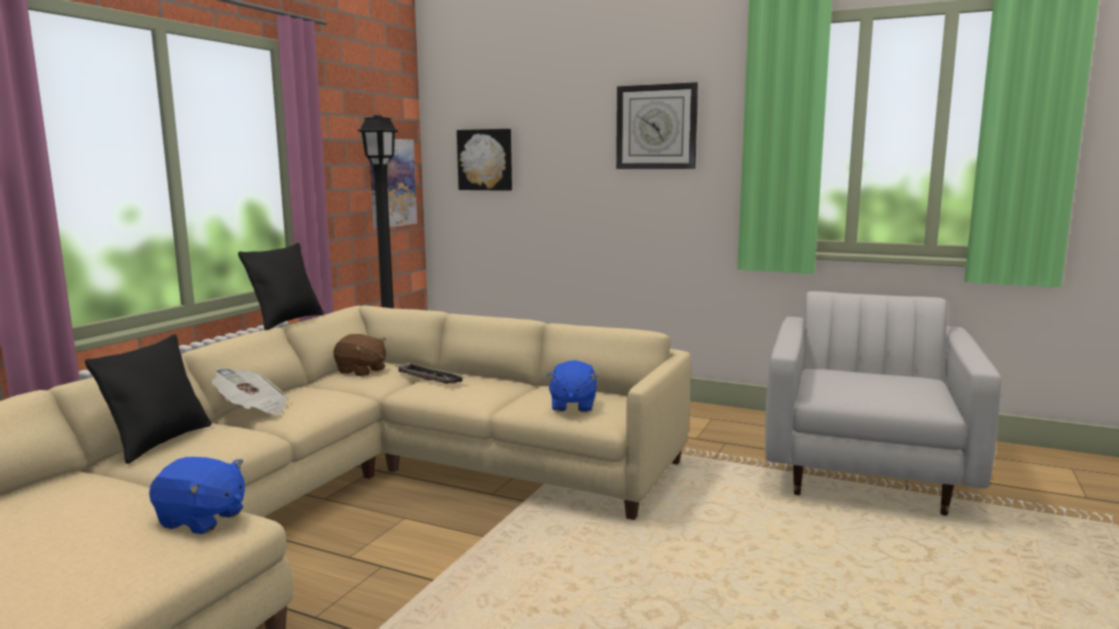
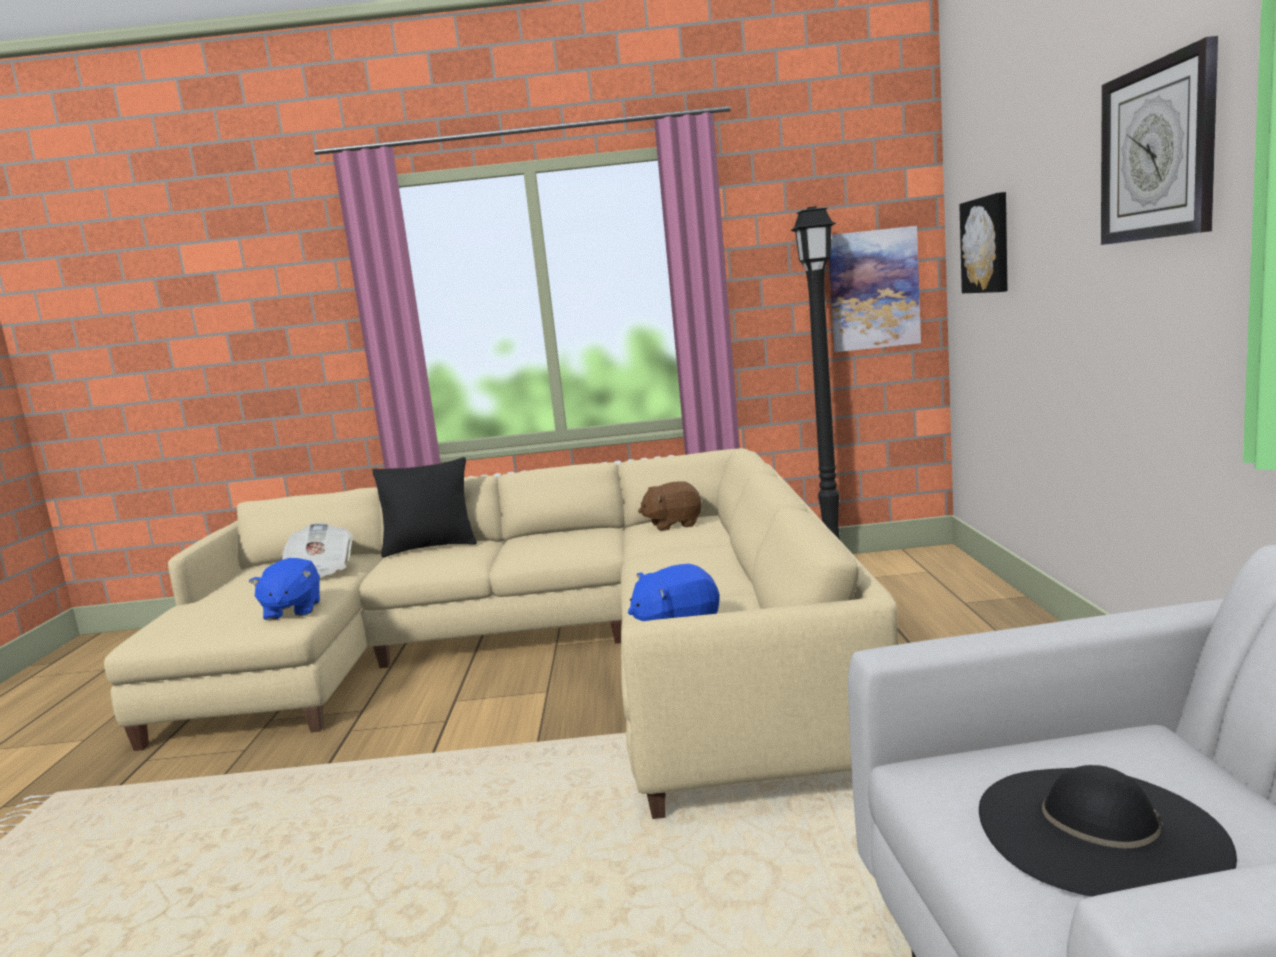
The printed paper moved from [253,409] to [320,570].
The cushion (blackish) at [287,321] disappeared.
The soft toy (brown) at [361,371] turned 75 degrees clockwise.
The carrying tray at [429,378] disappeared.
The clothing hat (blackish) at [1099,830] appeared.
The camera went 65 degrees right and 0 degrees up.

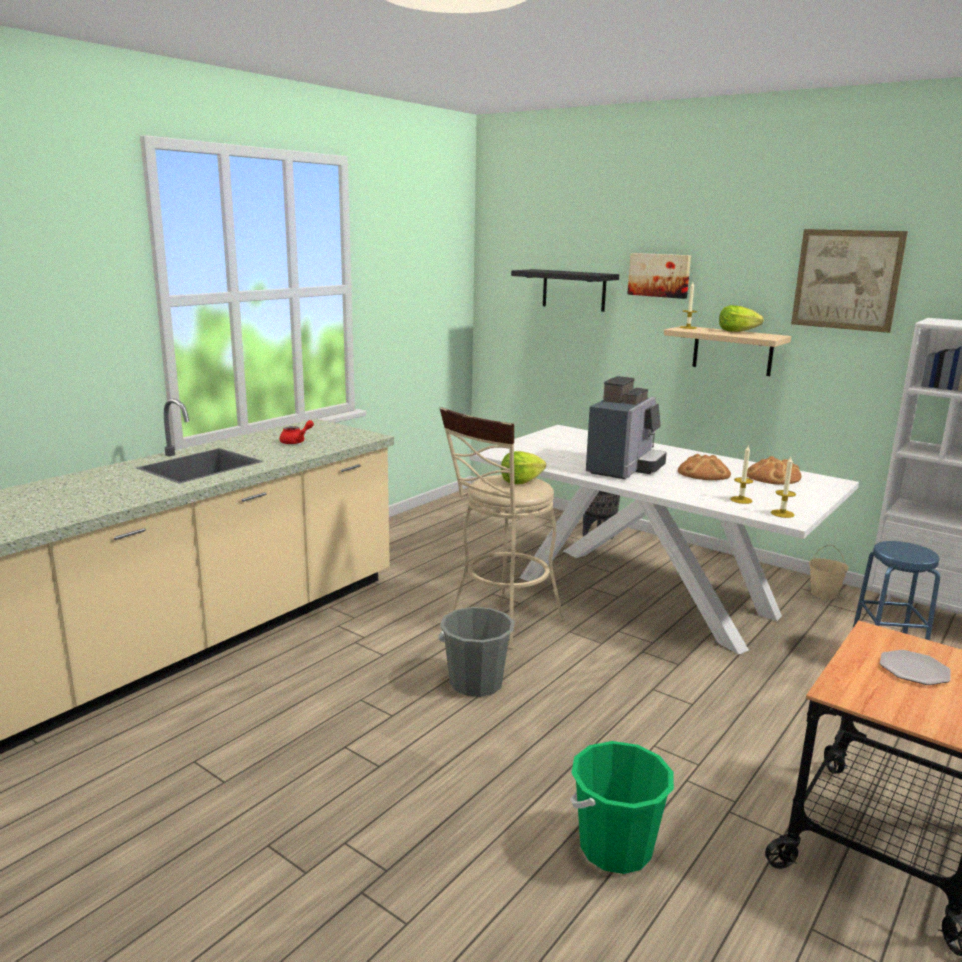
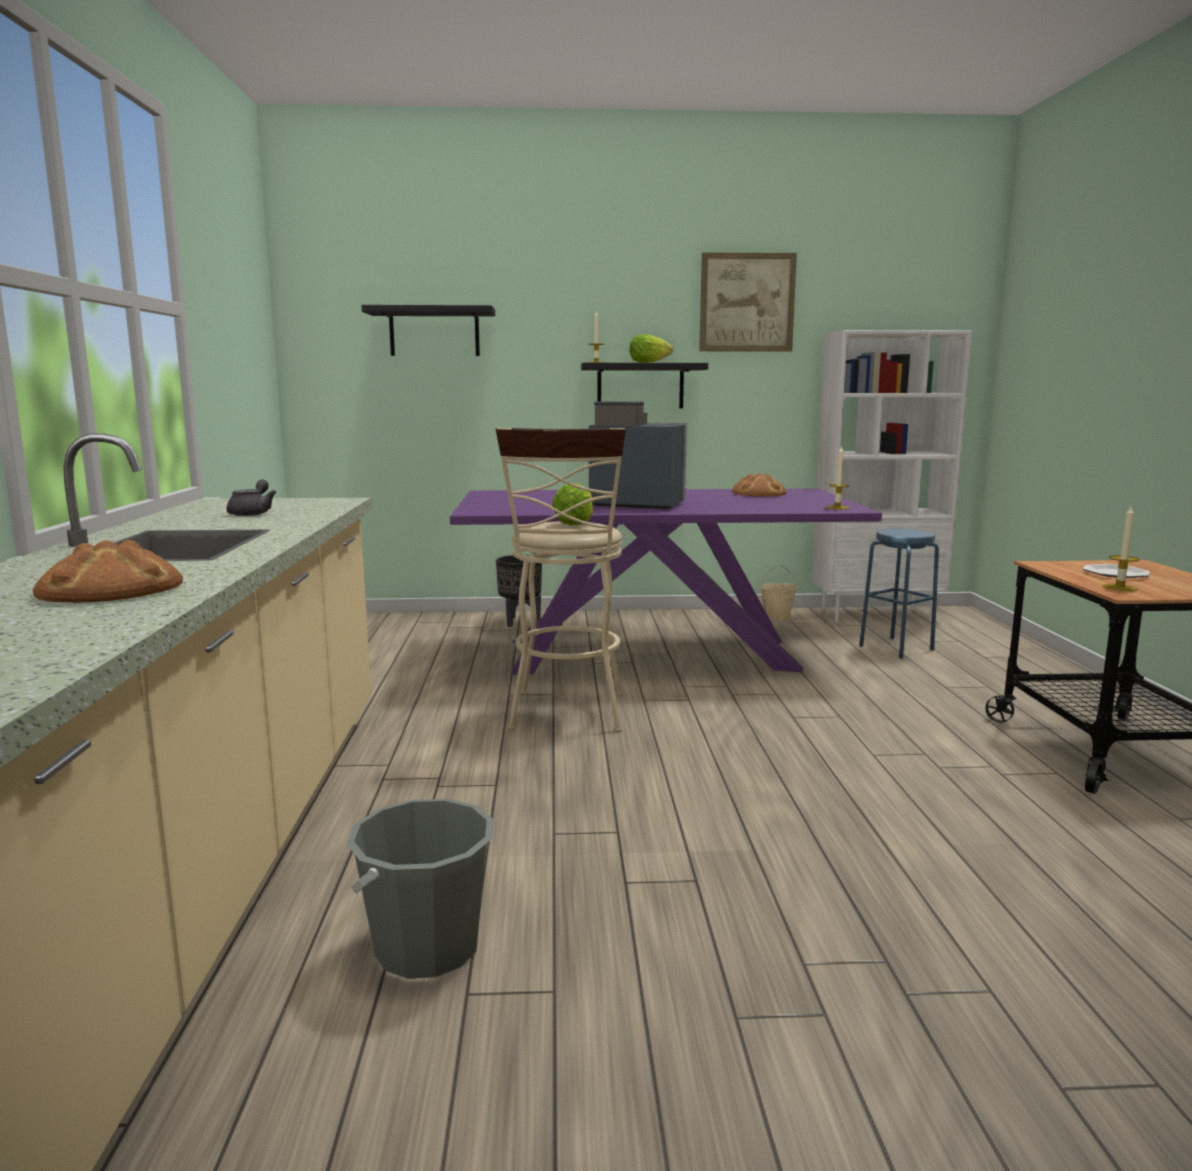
The pot for tea (reddish) at [296,441] became the pot for tea (gray) at [253,513].
The pail (gray) moved from [476,683] to [427,948].
The dinner table (whitish) at [645,595] became the dinner table (purplish) at [653,655].
The pail (green-coloured) at [615,848] disappeared.
The coffee maker at [624,468] turned 60 degrees counterclockwise.
The wall art at [659,275] disappeared.
The wall shelf (beige) at [732,351] became the wall shelf (blackish) at [640,386].
The bakery bread moved from [703,473] to [110,589].
The wax light moved from [741,500] to [1120,587].
The camera went 40 degrees left and 5 degrees down.

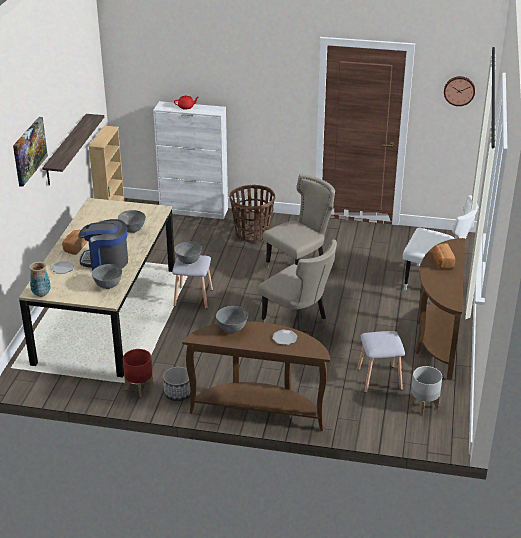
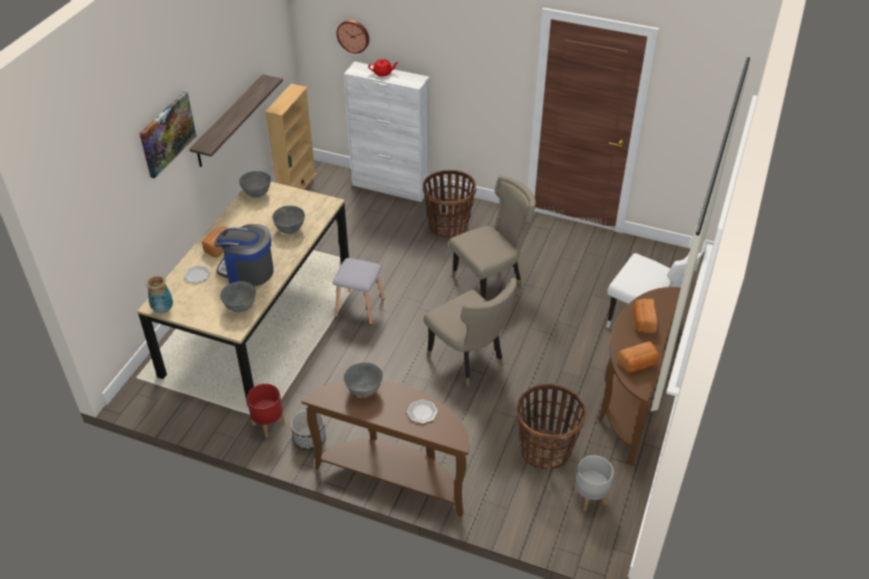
The bowl (gray) moved from [188,261] to [257,194].
The stool (gray) at [378,378] was replaced by the household basket at [545,450].
The hanging clock moved from [459,90] to [353,35].
The bakery bread at [638,364] appeared.
The camera went 10 degrees right and 10 degrees up.

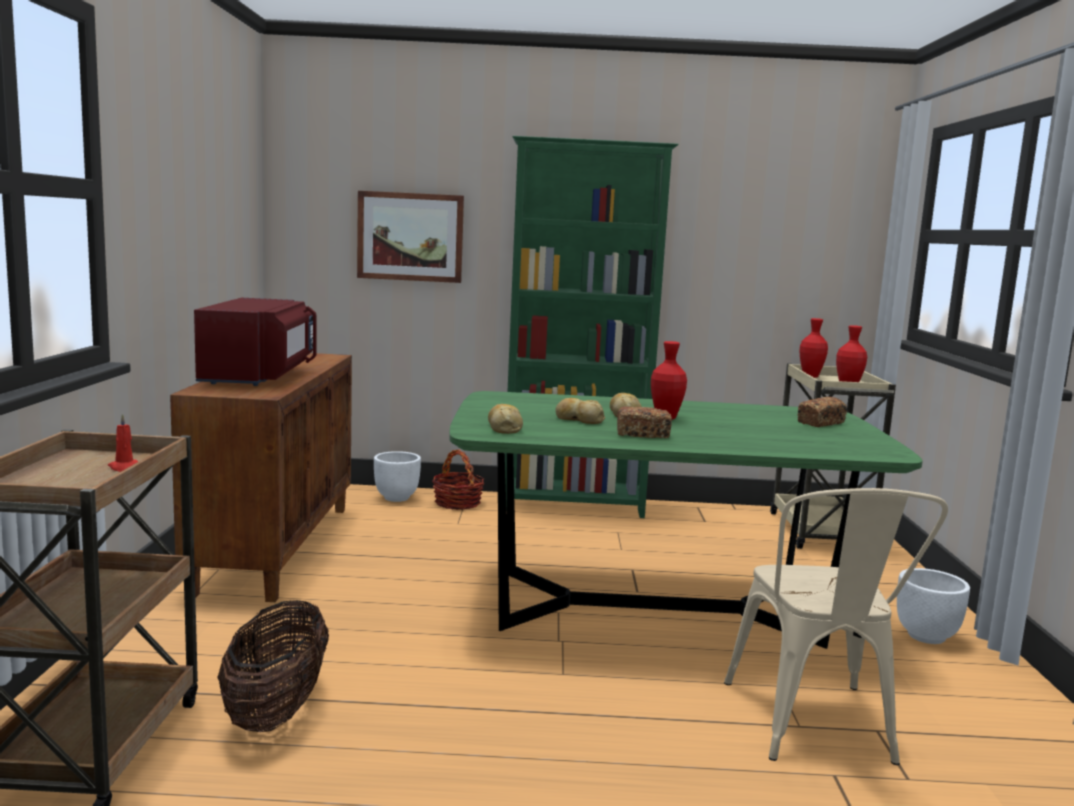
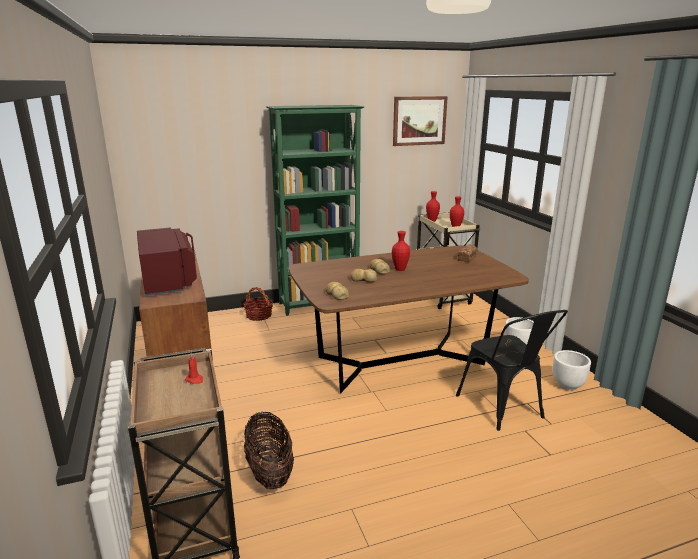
The wall art moved from [410,237] to [419,121].
The flower pot (whitish) moved from [396,498] to [567,385].
The dinner table (green-coloured) at [655,609] became the dinner table (brown) at [401,361].
The bakery bread at [643,434] disappeared.
The plain chair (beige) at [815,728] became the plain chair (blackish) at [504,409].
The camera went 20 degrees left and 10 degrees up.

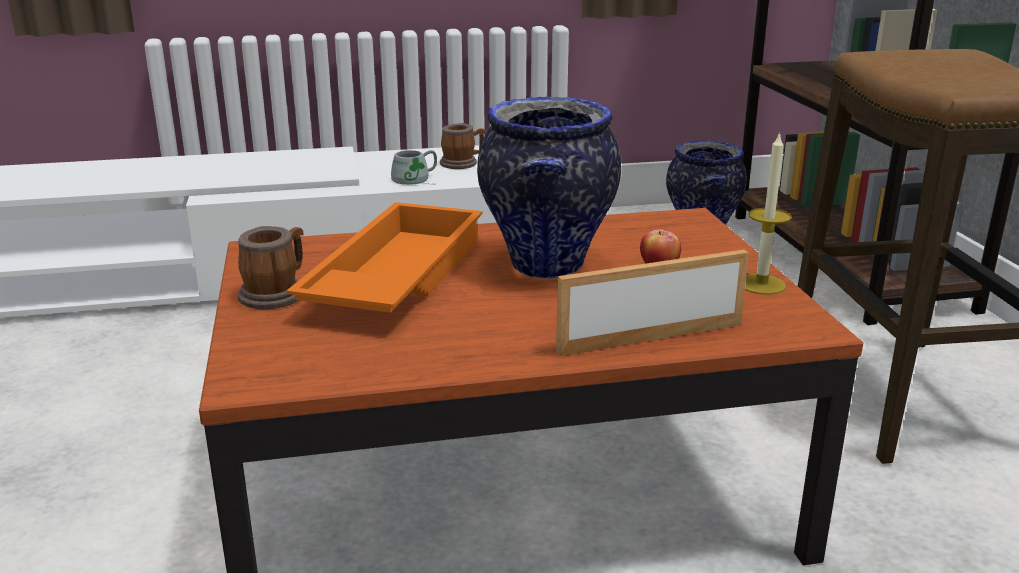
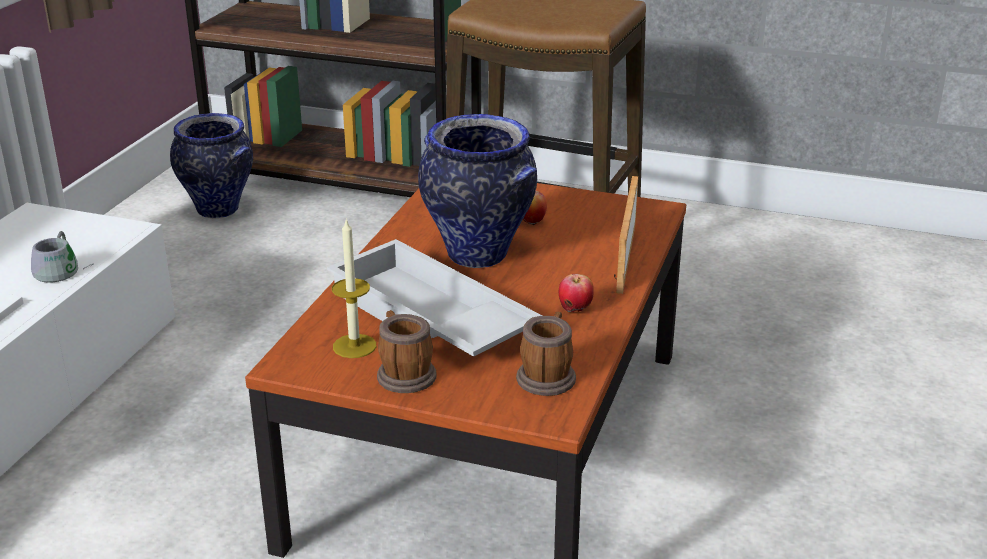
The carrying tray (orange-coloured) at [393,277] became the carrying tray (whitish) at [427,317].
The coffee mug moved from [462,163] to [547,375].
The wax light moved from [761,284] to [354,346].
The whole apple at [575,310] appeared.
The camera went 60 degrees left and 5 degrees up.

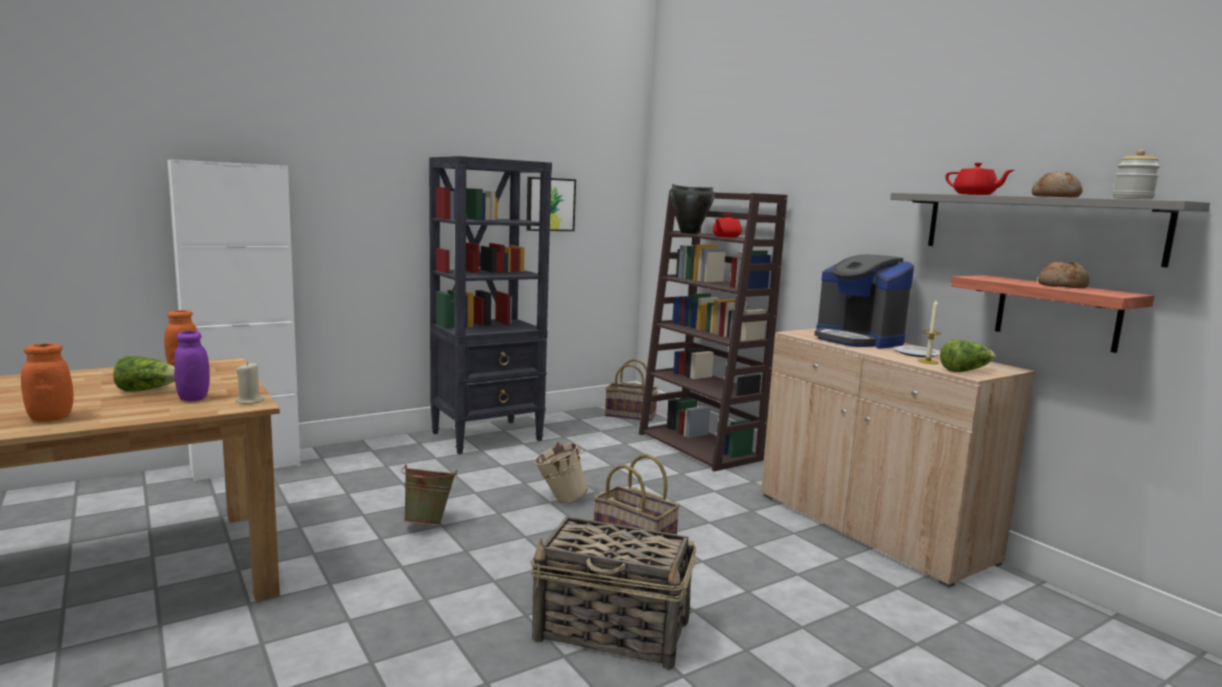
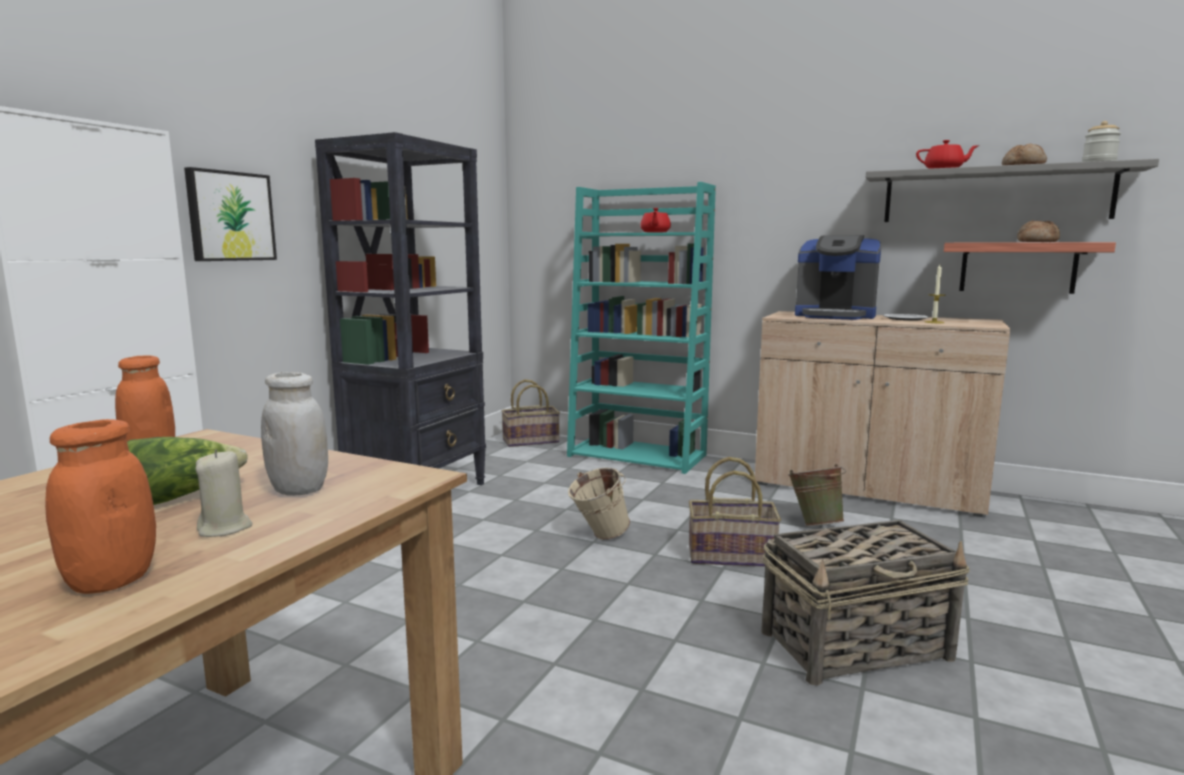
The preserve jar (purplish) at [193,398] became the preserve jar (whitish) at [299,489].
The wax light (beige) moved from [250,401] to [225,528].
The pail (green-coloured) moved from [428,523] to [815,524].
The wall art moved from [550,204] to [230,216].
The bookshelf (brown) at [700,446] became the bookshelf (blue-green) at [638,455].
The stockpot (blackish) at [689,233] disappeared.
The lettuce at [965,371] disappeared.
The camera went 30 degrees left and 0 degrees up.

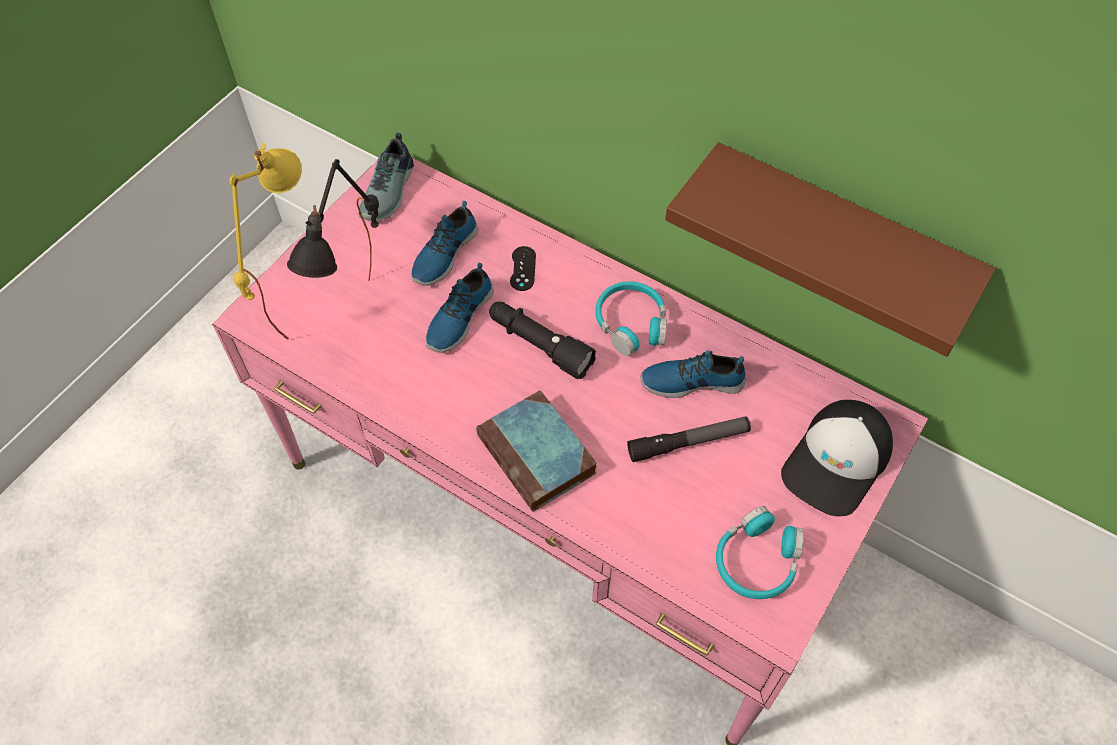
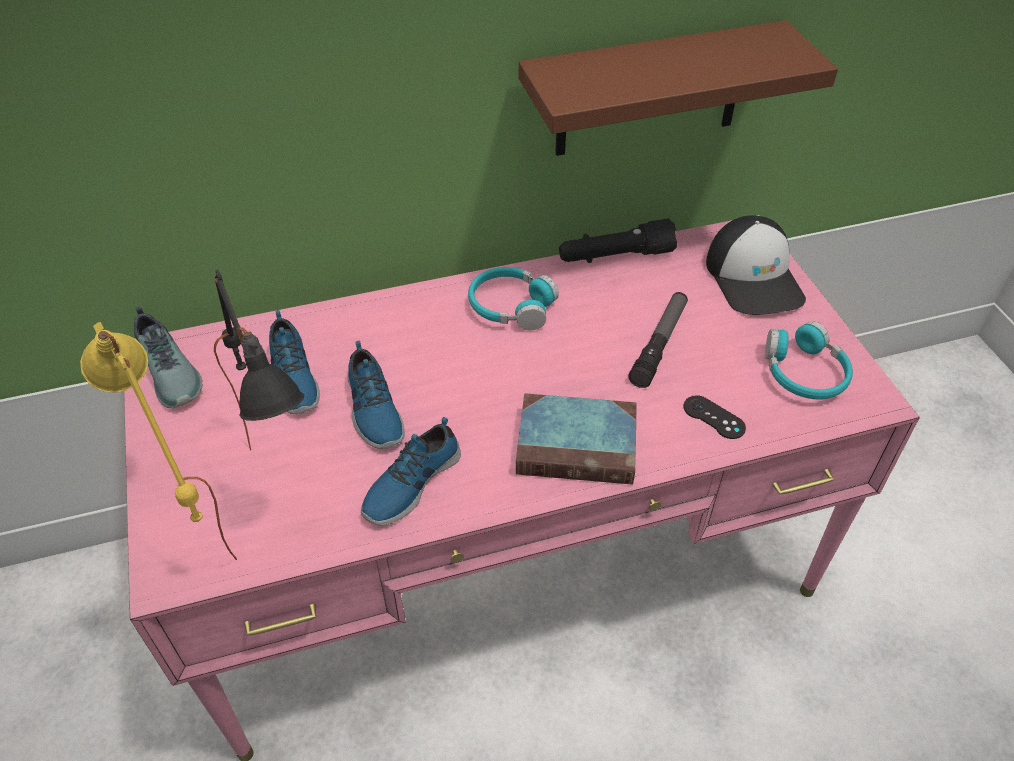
The torch (blackish) moved from [539,345] to [615,256].
The game controller (blackish) moved from [523,268] to [714,417].
The low shoe moved from [692,380] to [410,482].
The camera went 50 degrees left and 10 degrees down.

